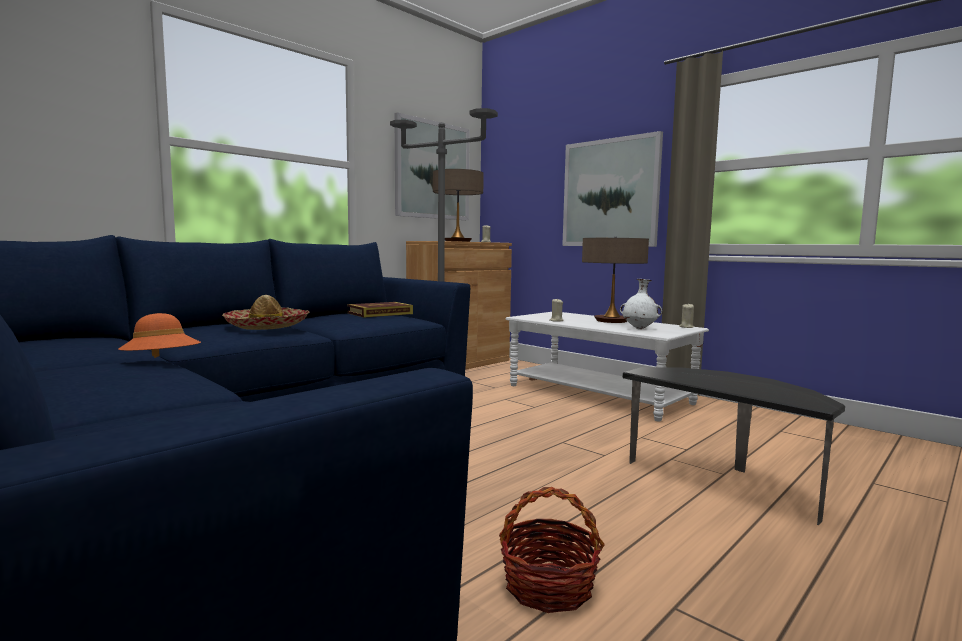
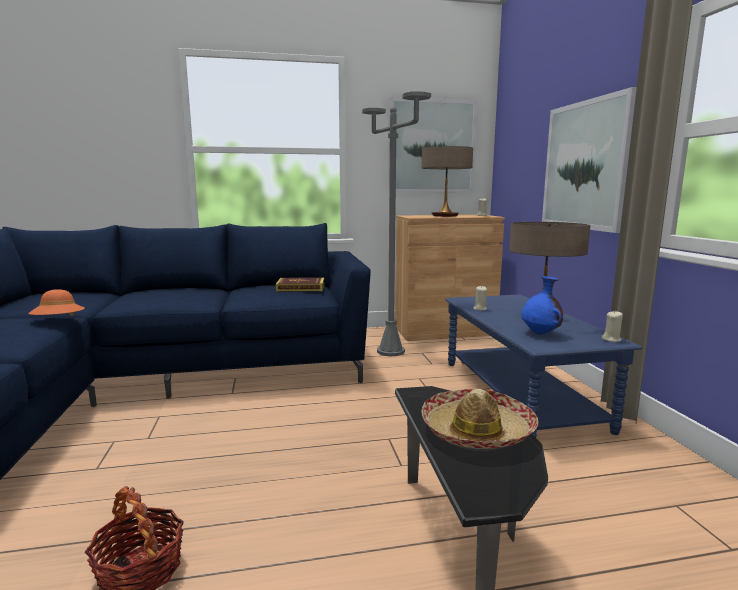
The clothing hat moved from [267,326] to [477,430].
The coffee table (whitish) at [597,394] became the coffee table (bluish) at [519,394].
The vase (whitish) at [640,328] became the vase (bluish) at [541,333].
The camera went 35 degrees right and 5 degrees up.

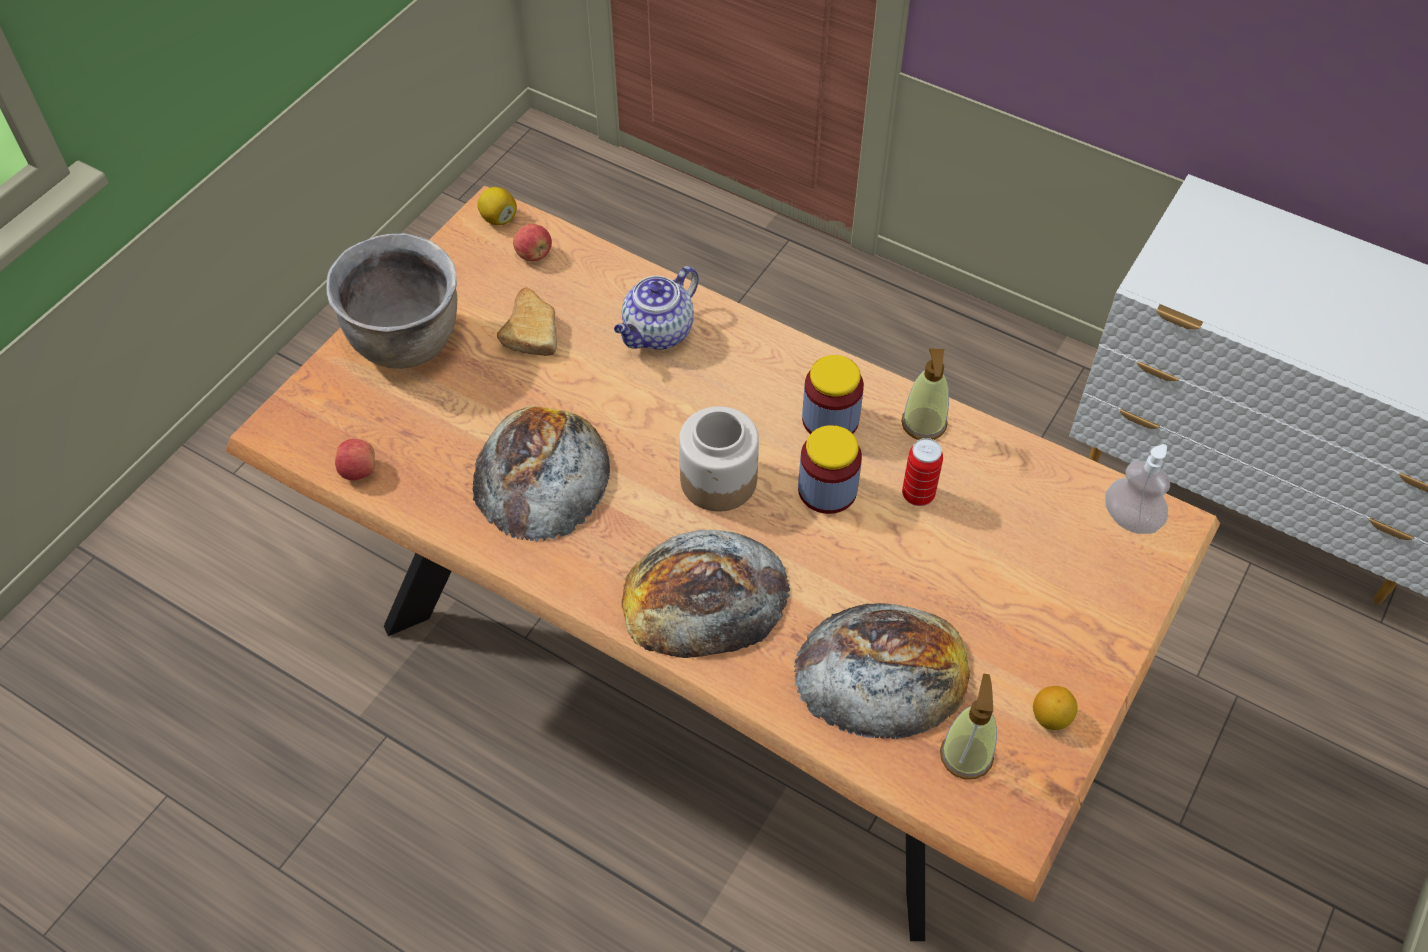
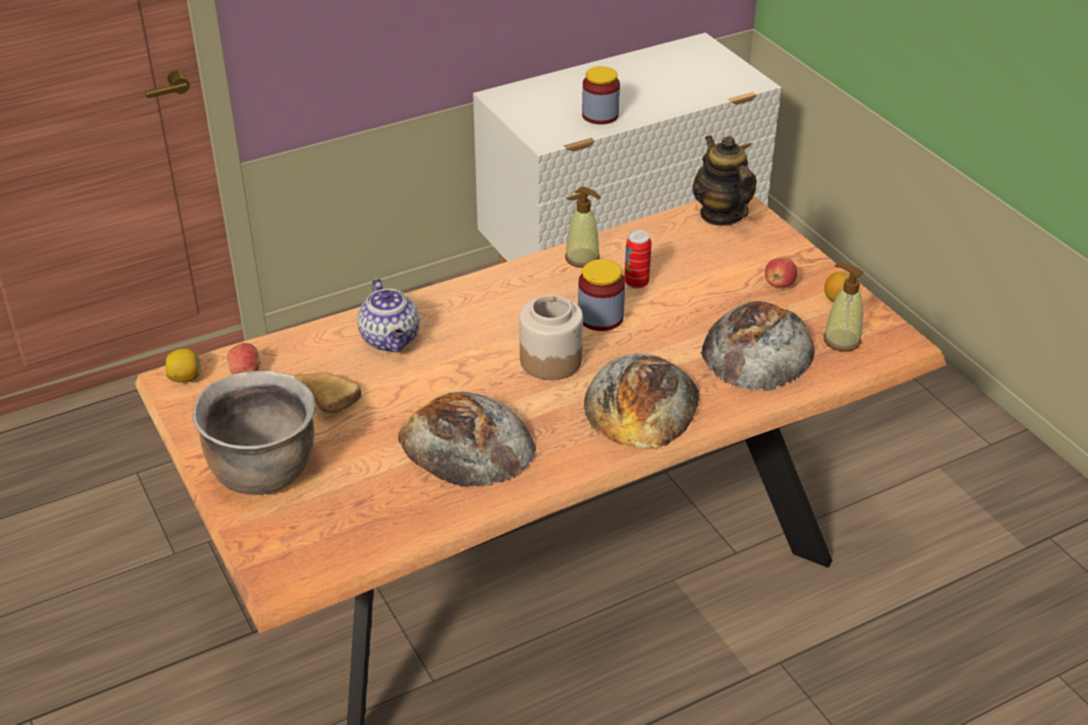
The whole apple moved from [358,471] to [779,284].
The preserve jar moved from [830,419] to [600,115].
The soap bottle at [1130,519] was replaced by the pot for tea at [721,214].
The camera went 60 degrees left and 15 degrees down.

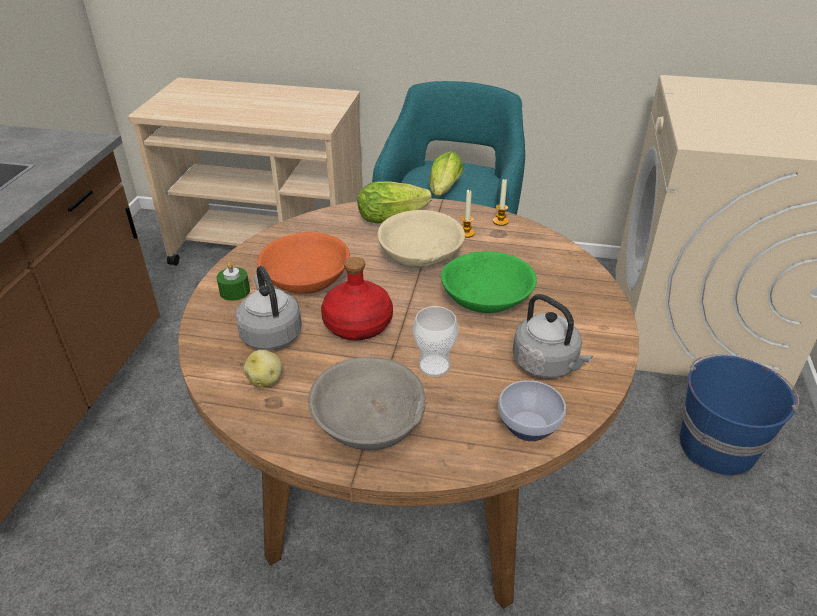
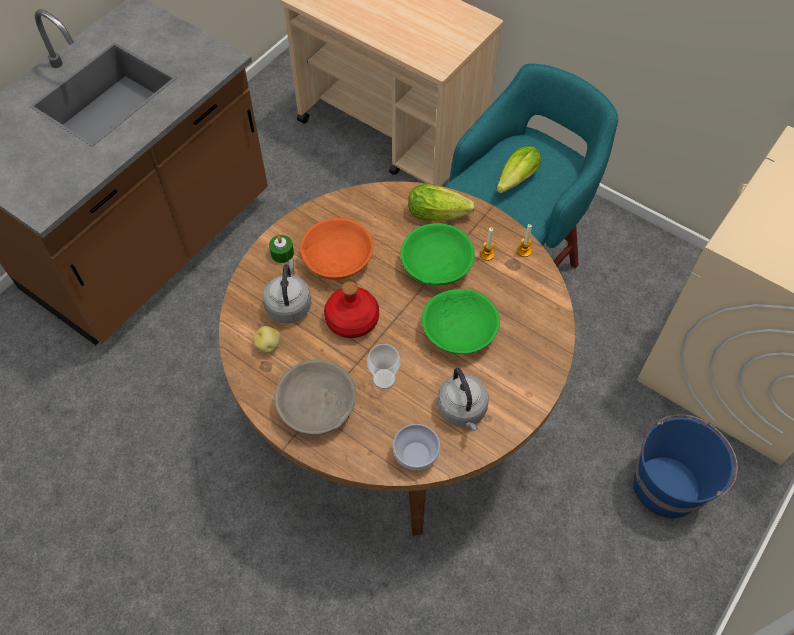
The bowl (beige) at [420,254] became the bowl (green-coloured) at [436,265].
The camera went 25 degrees right and 20 degrees up.

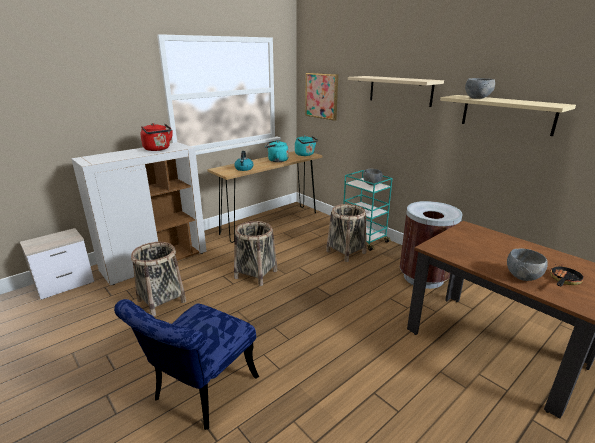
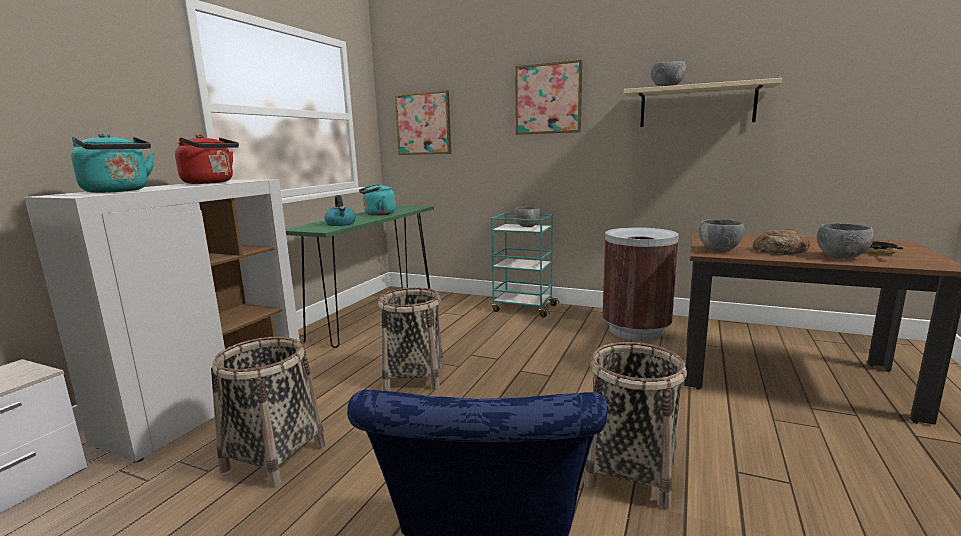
The narrow table (brown) at [270,223] became the narrow table (green-coloured) at [375,314].
The tea kettle (blue-green) moved from [305,155] to [119,191].
The household basket moved from [346,252] to [631,472].
The wall shelf (beige) at [400,90] was replaced by the wall art at [548,99].
The bowl (gray) at [718,250] appeared.
The bakery bread at [780,250] appeared.
The camera went 25 degrees left and 10 degrees down.

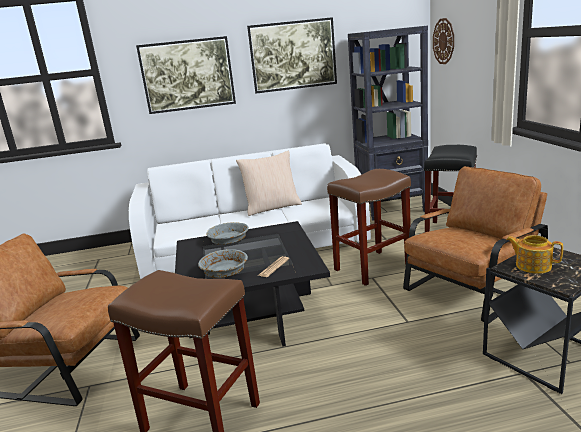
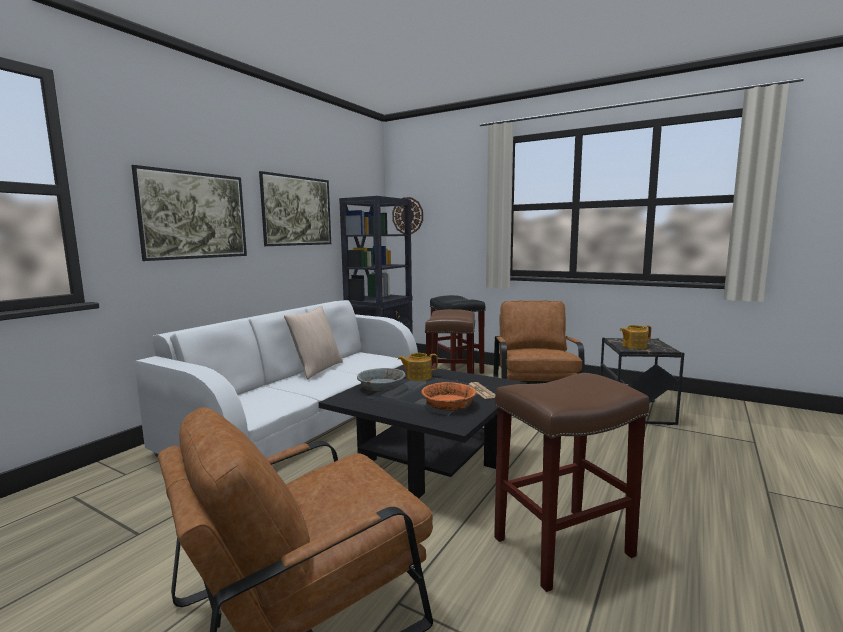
The bowl (gray) at [224,271] became the bowl (orange-coloured) at [449,405].
The pot for tea at [418,377] appeared.
The camera went 50 degrees left and 10 degrees down.

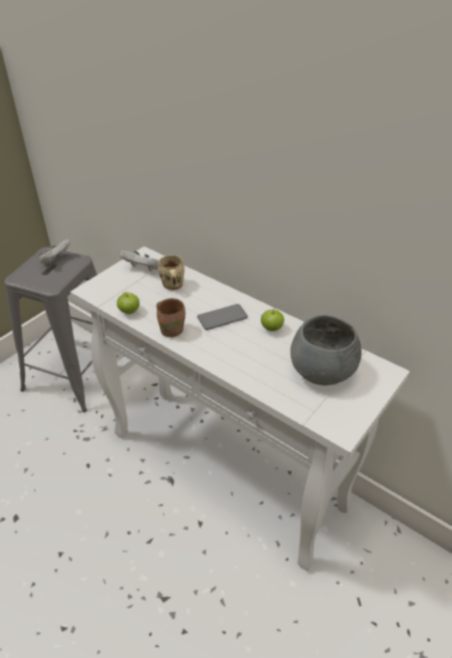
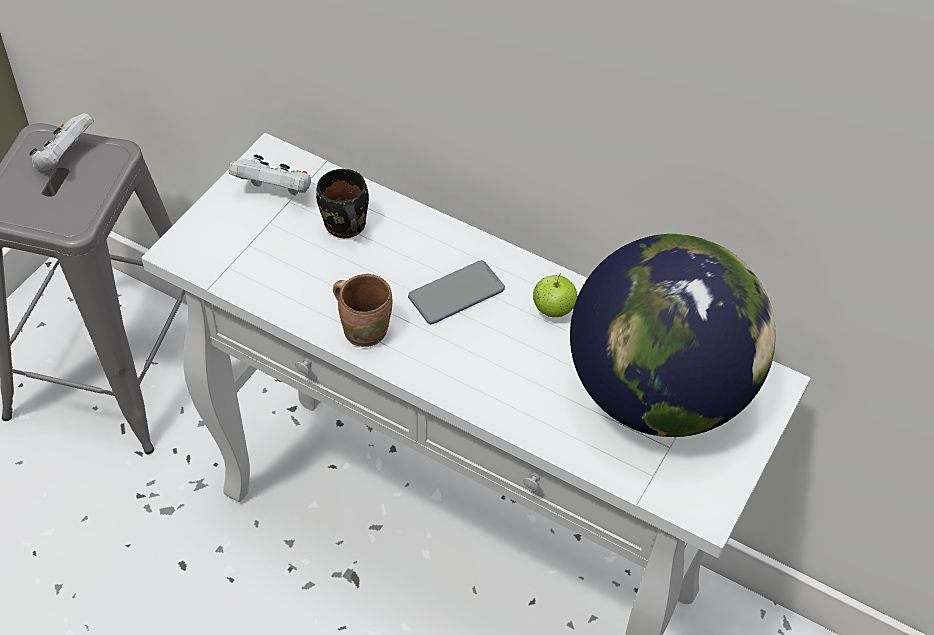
The whole apple at [129,311] disappeared.
The coffee mug (beige) at [172,286] became the coffee mug (blackish) at [343,228].
The bowl (gray) at [323,371] was replaced by the globe at [658,393].
The camera went 10 degrees left and 10 degrees up.

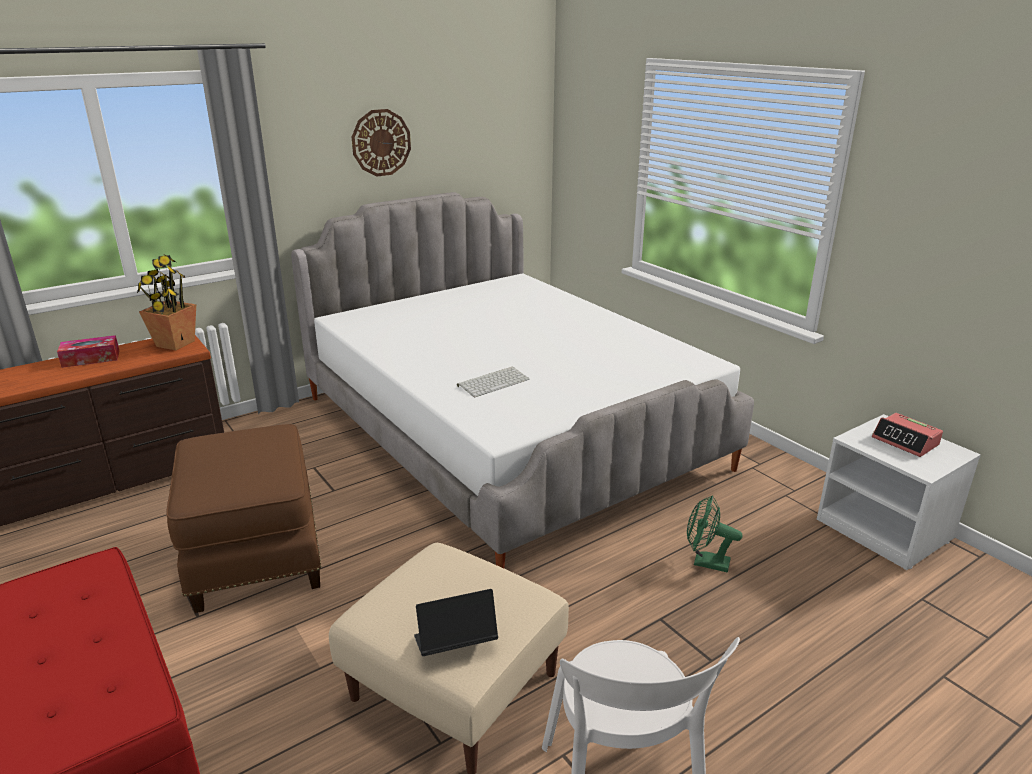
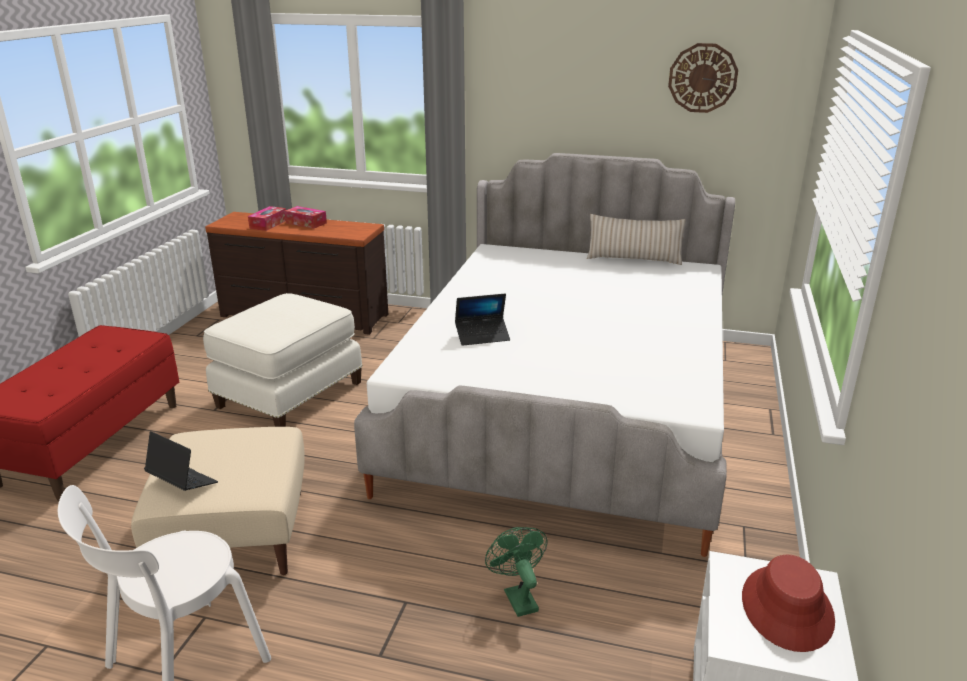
The houseplant at [175,344] disappeared.
The footrest (brown) at [254,553] became the footrest (whitish) at [288,393].
The hanging clock moved from [381,142] to [702,78].
The computer keyboard at [493,382] was replaced by the portable computer at [482,336].
The bedside clock at [905,441] was replaced by the clothing hat (reddish) at [787,608].
The box of tissues at [268,224] appeared.
The cushion (beige) at [633,259] appeared.
The camera went 50 degrees right and 0 degrees up.

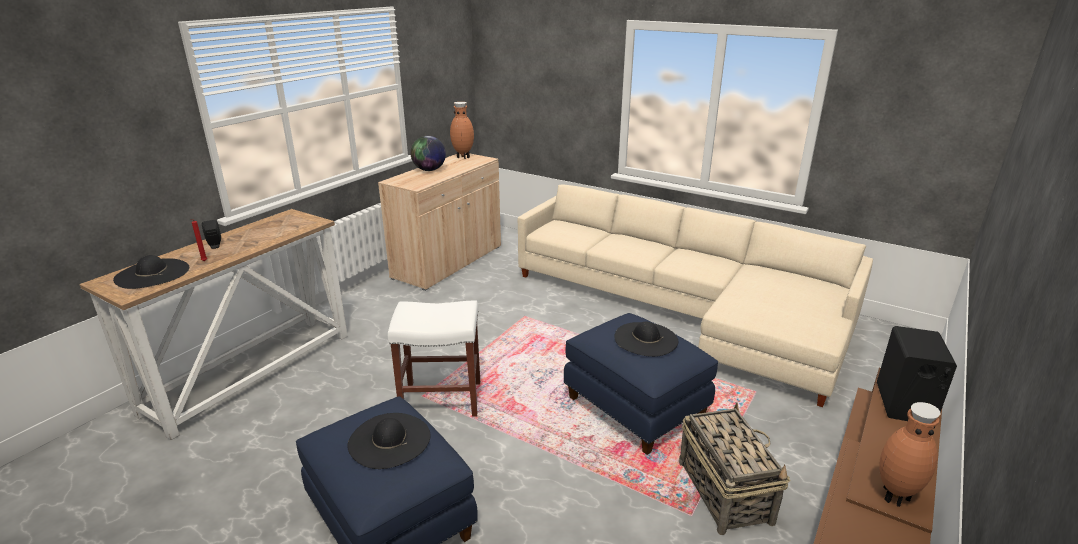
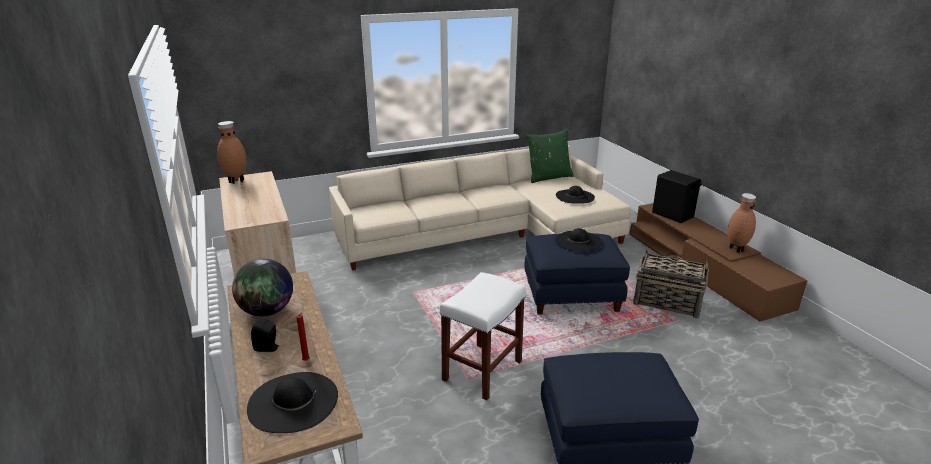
The clothing hat (blackish) moved from [389,440] to [575,196].
The globe moved from [429,170] to [267,311].
The cushion (green-coloured) at [548,177] appeared.
The camera went 55 degrees left and 0 degrees up.

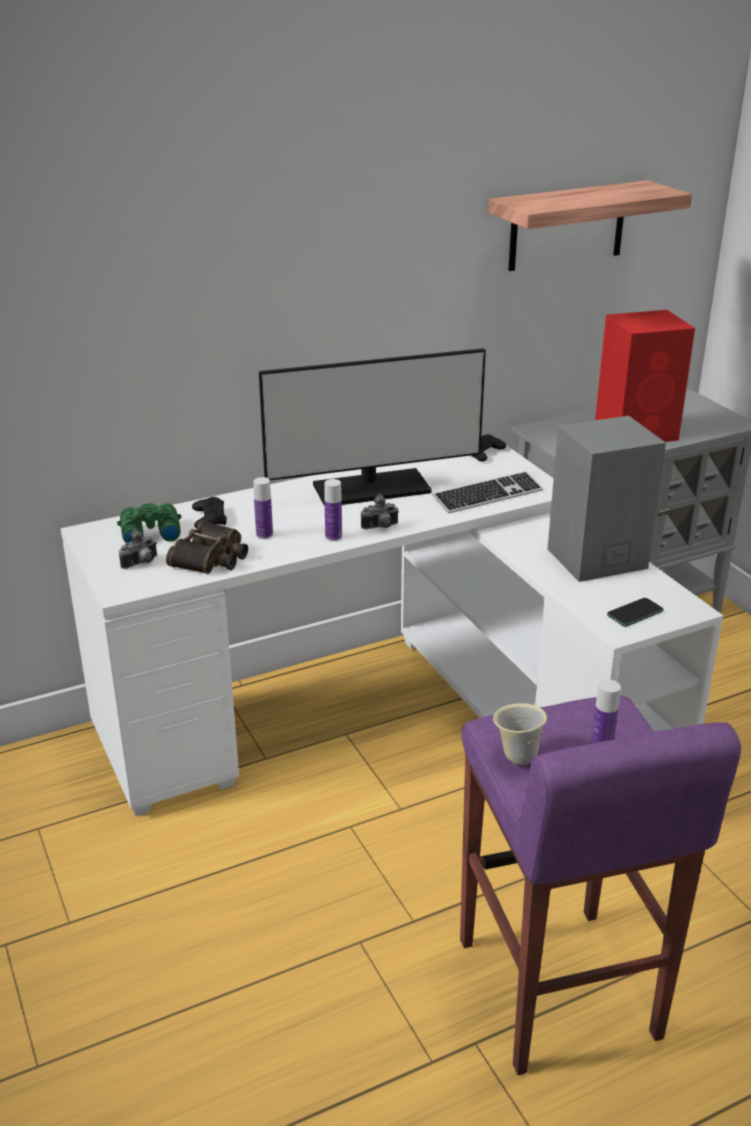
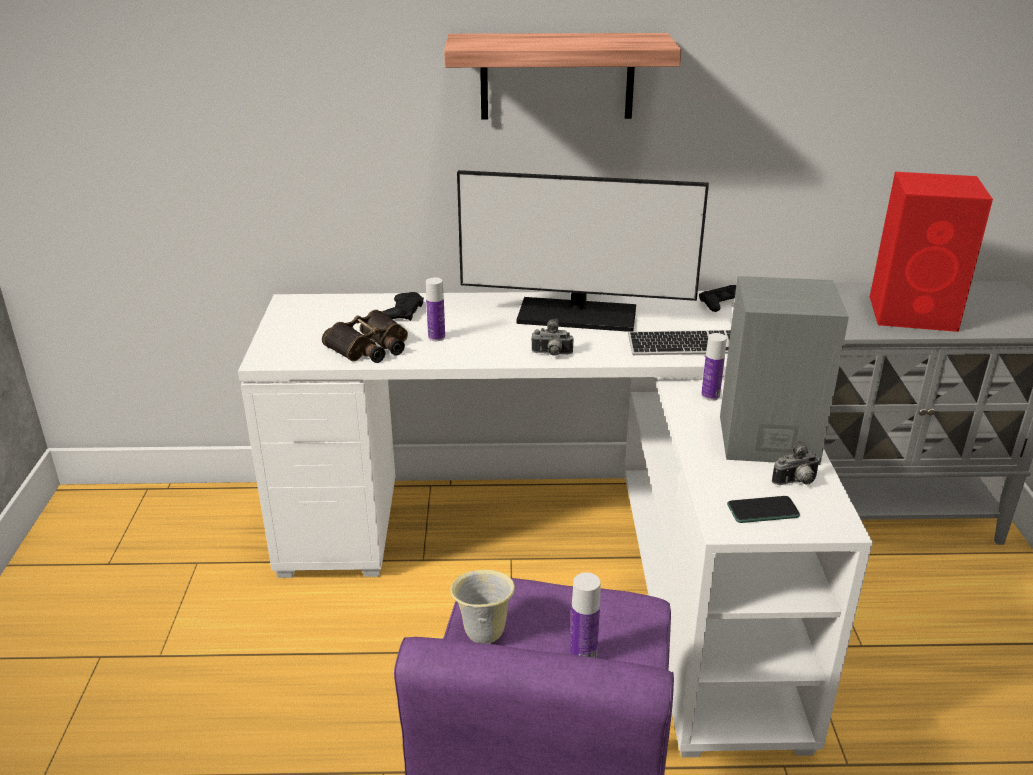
The field glasses (green-coloured) at [149,532] disappeared.
The still camera moved from [141,563] to [796,482].
The beverage bottle moved from [333,537] to [710,395].
The wall shelf moved from [567,226] to [557,76].
The camera went 25 degrees right and 0 degrees up.

